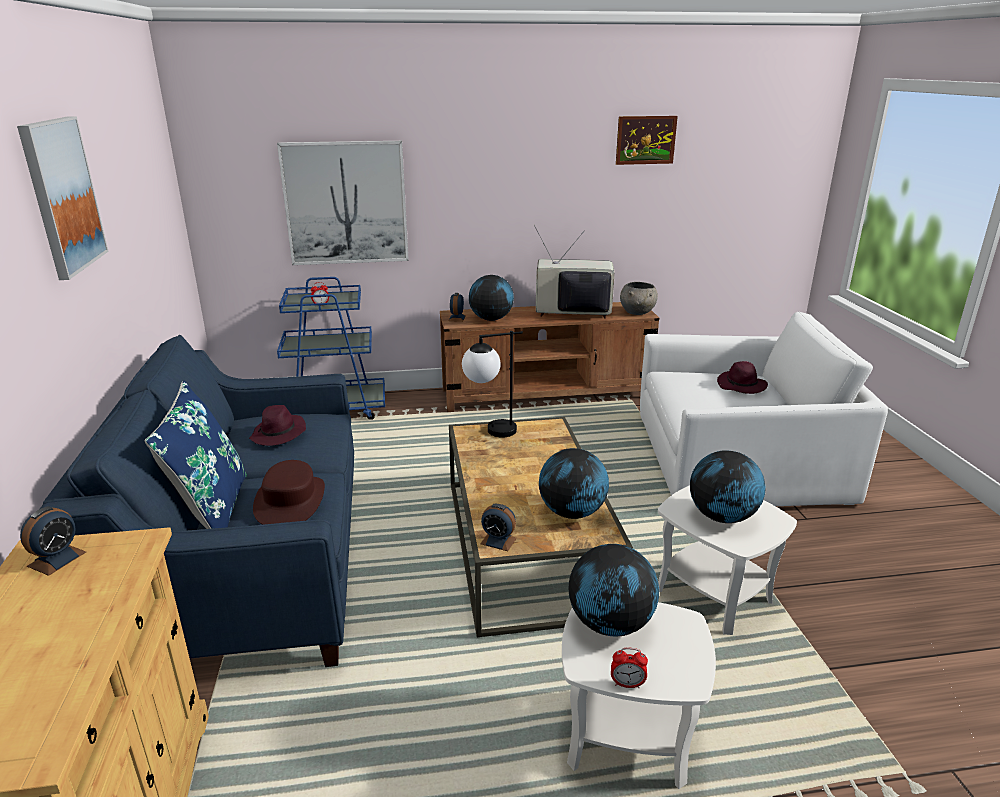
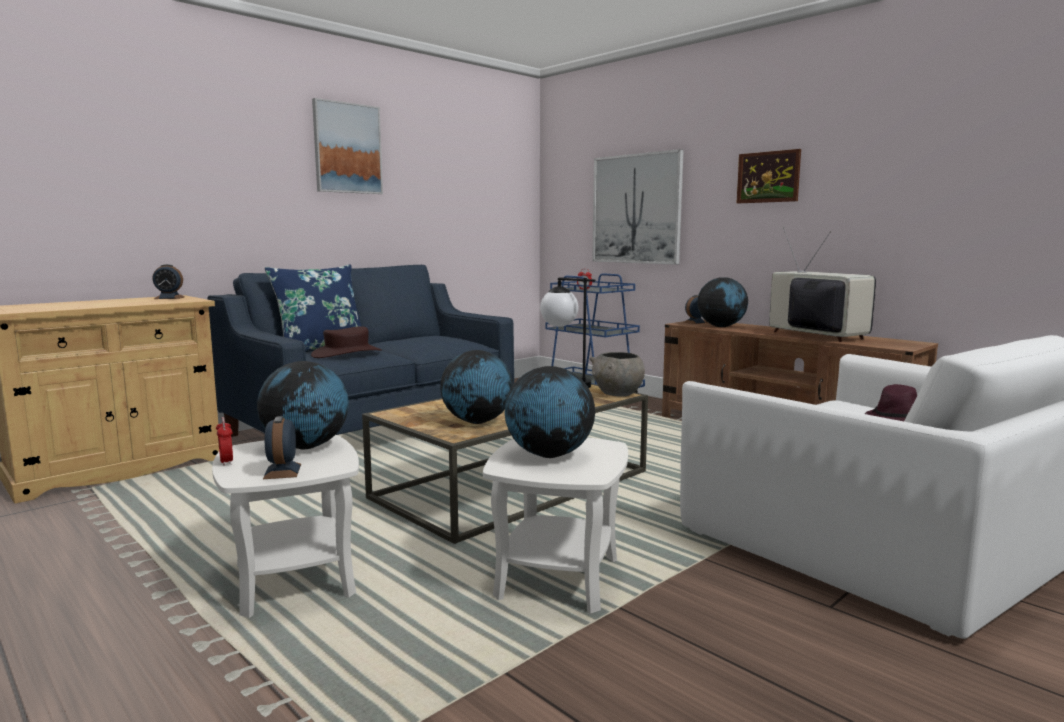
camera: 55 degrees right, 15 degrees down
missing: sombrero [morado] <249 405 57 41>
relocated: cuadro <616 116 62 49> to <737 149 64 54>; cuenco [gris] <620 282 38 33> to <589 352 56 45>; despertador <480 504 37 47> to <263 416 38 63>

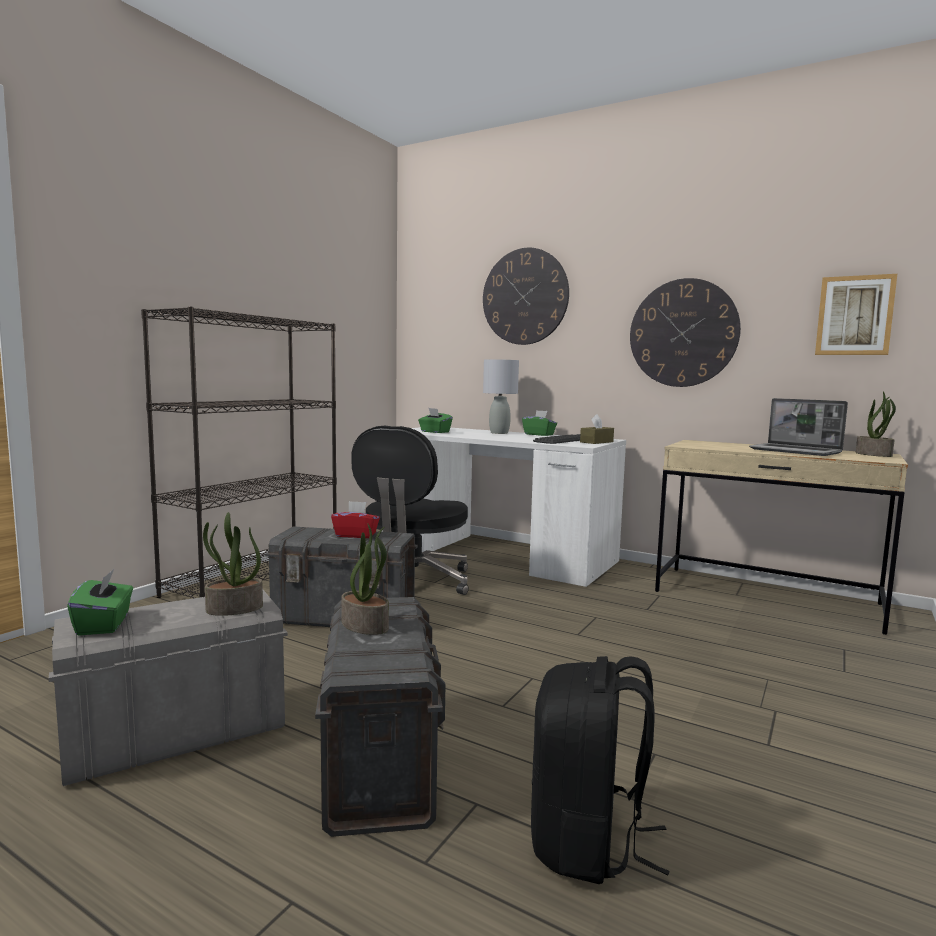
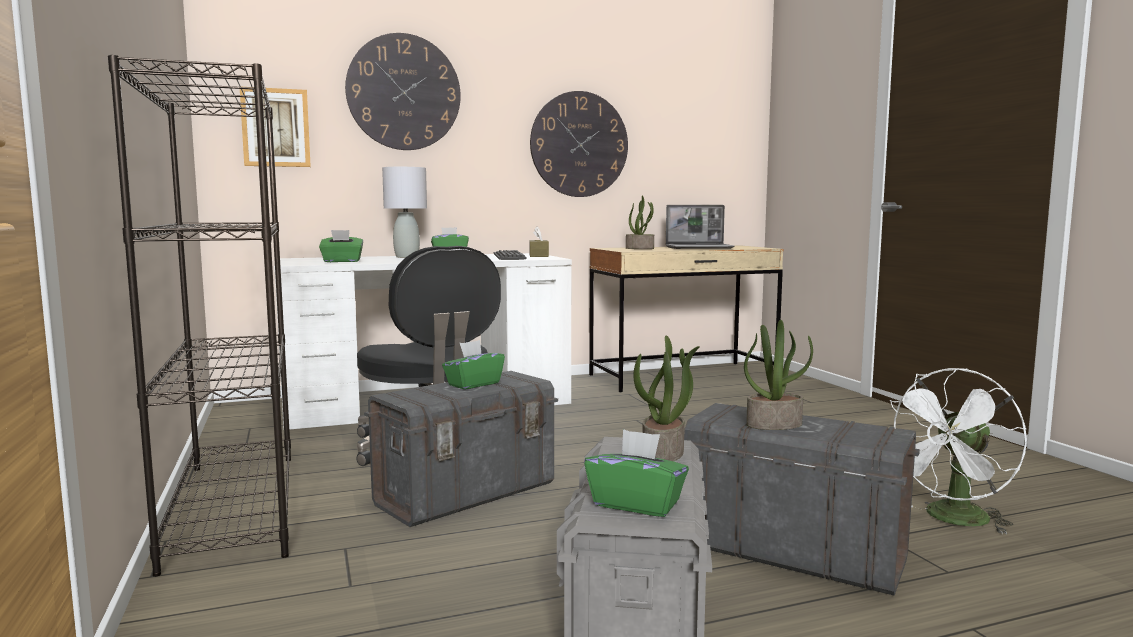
camera: 50 degrees left, 0 degrees up
relocated: cuadro <815 274 82 81> to <239 86 72 81>; planta en maceta <856 391 40 66> to <626 196 28 53>
exchanged: mochila [negro] <531 656 138 228> to ventilador [blanco] <890 368 137 167>
colour: caja de pañuelos [rojo] <331 501 49 37> to caja de pañuelos [verde] <442 340 63 49>

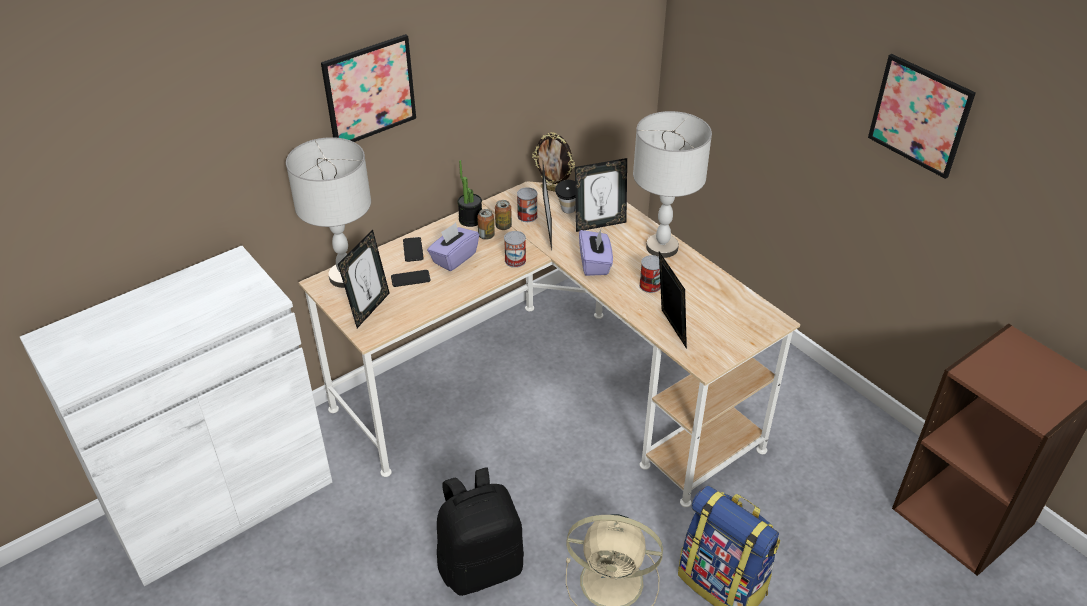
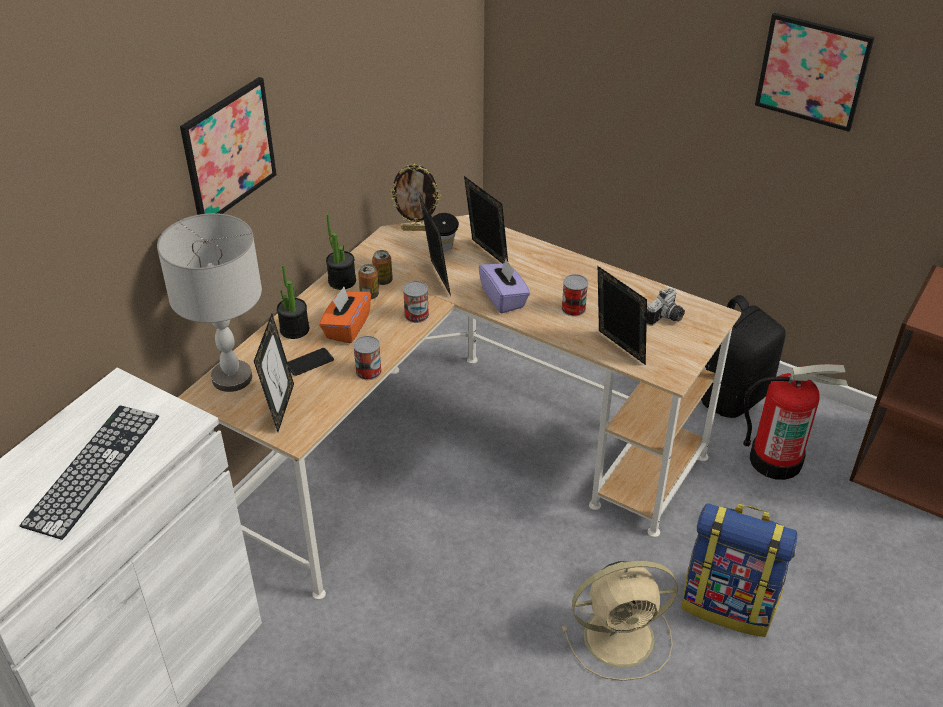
camera: 20 degrees left, 0 degrees up
missing: lámpara de mesa [gris] <633 111 79 147>
appeared: cámara <647 288 38 38>; extintor <743 364 105 116>; teclado <20 405 139 135>
relocated: lata <517 187 21 35> to <353 336 29 44>; mochila [negro] <437 468 87 128> to <701 295 85 123>
exchanged: móvil <403 237 21 25> to planta en maceta <277 265 32 74>
colour: caja de pañuelos [morado] <427 223 52 48> to caja de pañuelos [naranja] <319 287 52 56>
spun: portarretratos <575 158 52 74> = <464 176 44 87> 90 degrees counterclockwise

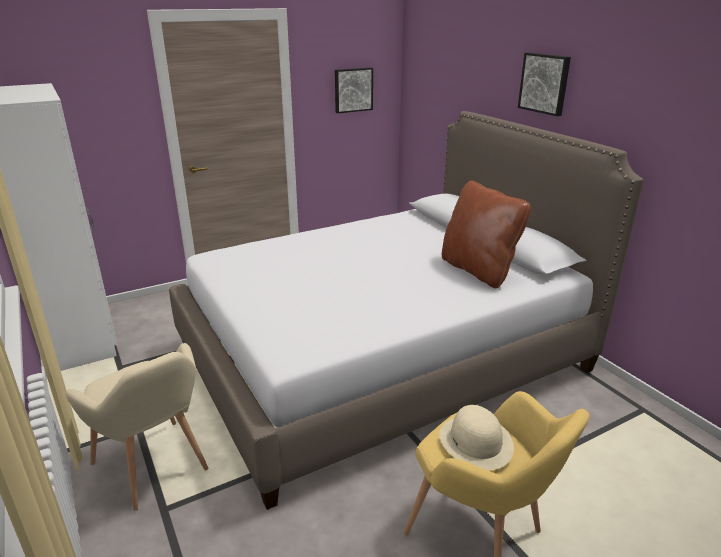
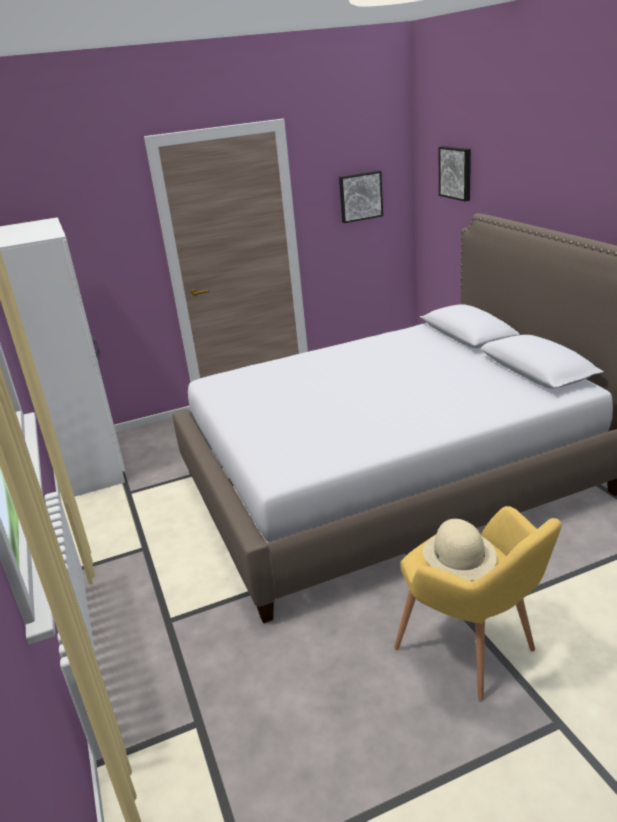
camera: 10 degrees right, 0 degrees up
missing: cojín [marrón] <442 180 89 108>; sillón [beis] <65 343 143 167>
relocated: cuadro <518 53 53 63> to <439 146 32 55>

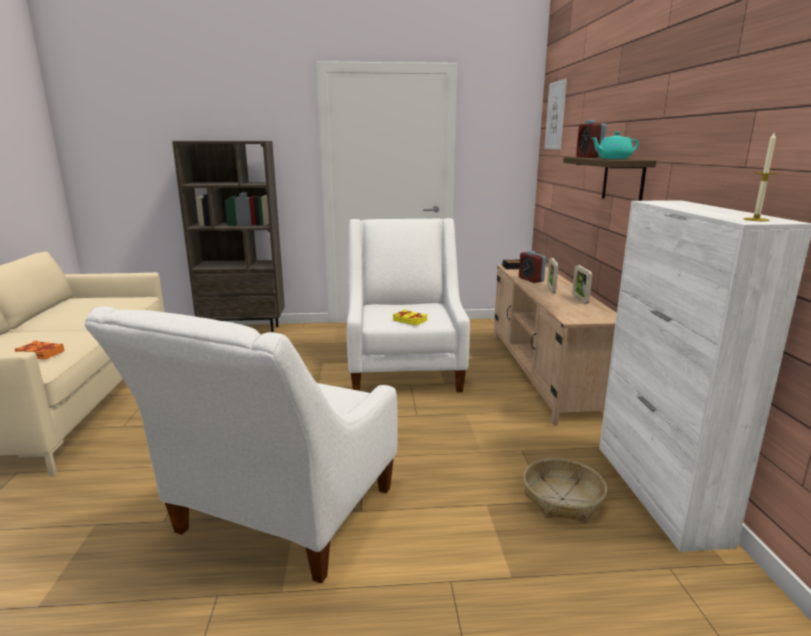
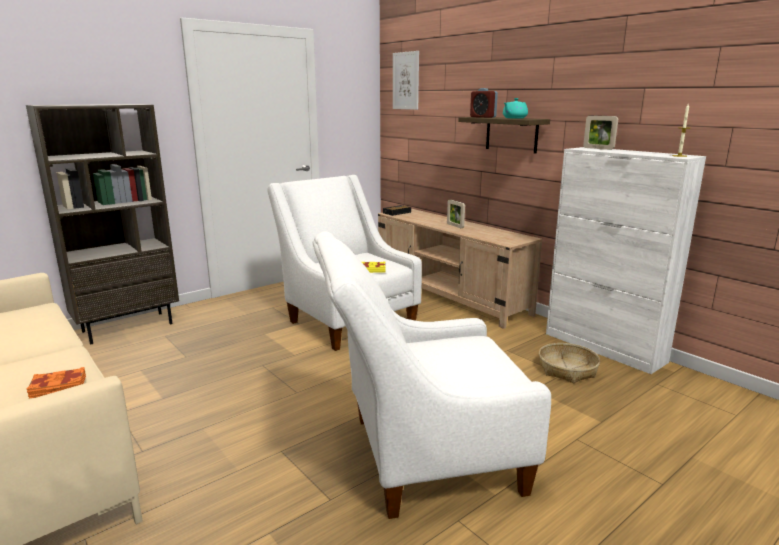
camera: 35 degrees left, 0 degrees up
missing: despertador <519 251 27 32>
relocated: portarretratos <572 265 20 39> to <583 115 35 35>
spun: sillón [blanco] <84 306 314 277> = <313 231 238 288> 90 degrees clockwise

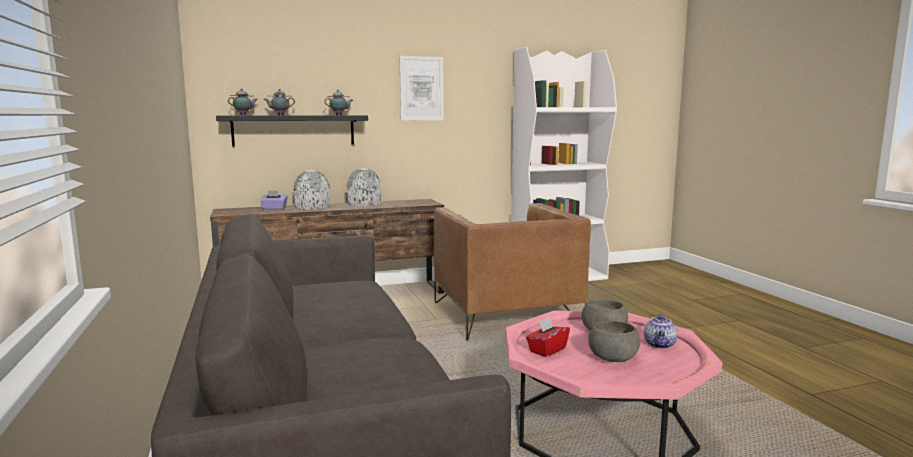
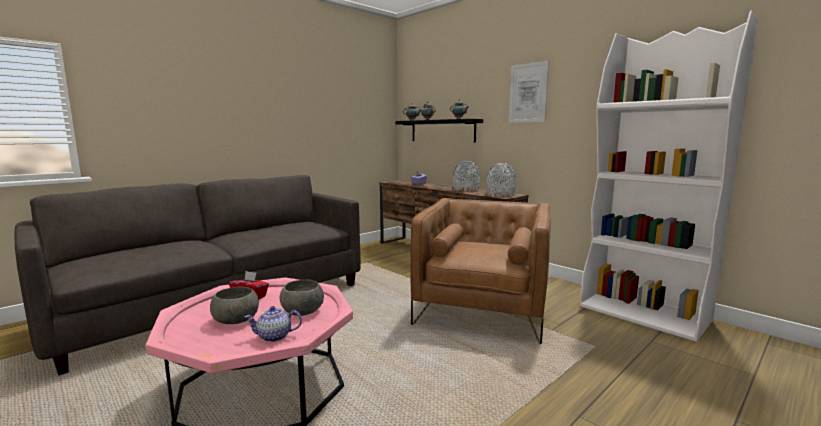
camera: 65 degrees right, 0 degrees up
relocated: florero [gris] <293 170 37 40> to <486 163 30 34>
spun: sillón [marrón] <434 203 157 138> = <410 198 141 146> 150 degrees clockwise

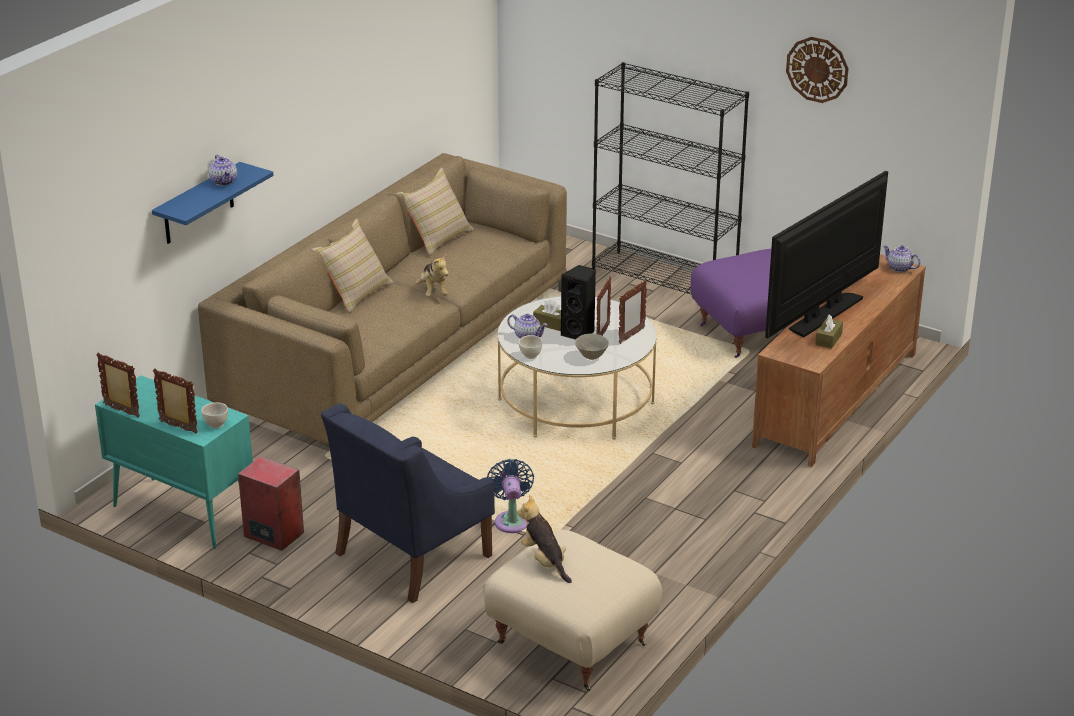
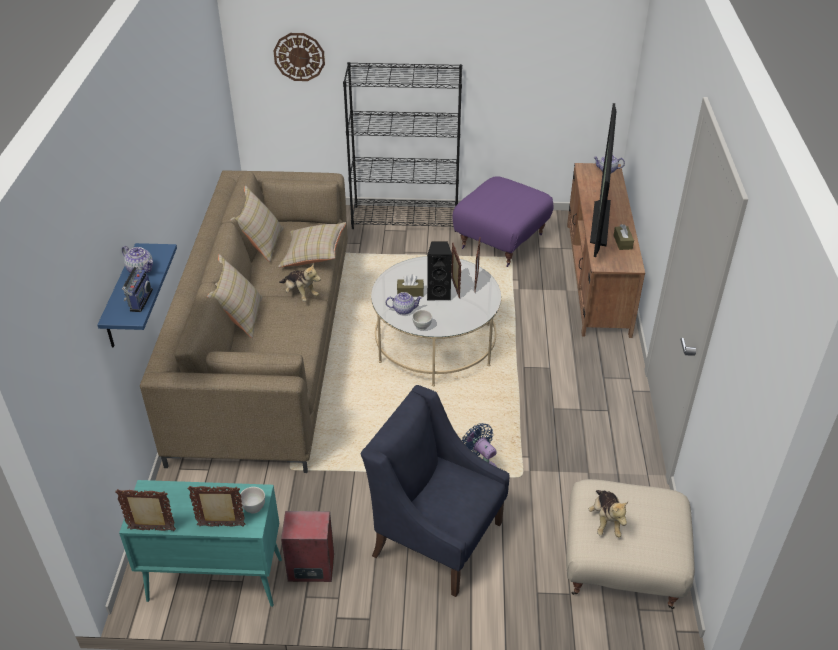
camera: 30 degrees left, 10 degrees up
missing: cuenco [gris] <575 334 34 26>
appeared: cojín [beis] <278 222 68 46>; radio <122 254 31 58>
relocated: reloj de pared <786 37 63 66> to <273 33 52 48>
spun: sillón [azul] <321 403 174 200> = <361 385 149 212> 105 degrees clockwise; peluche <517 495 55 88> = <589 490 39 47> 120 degrees counterclockwise

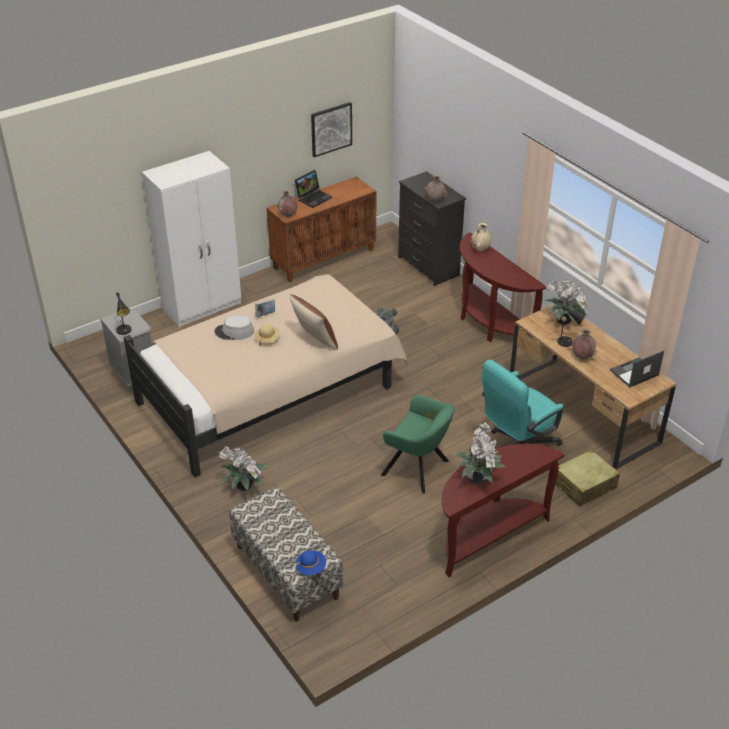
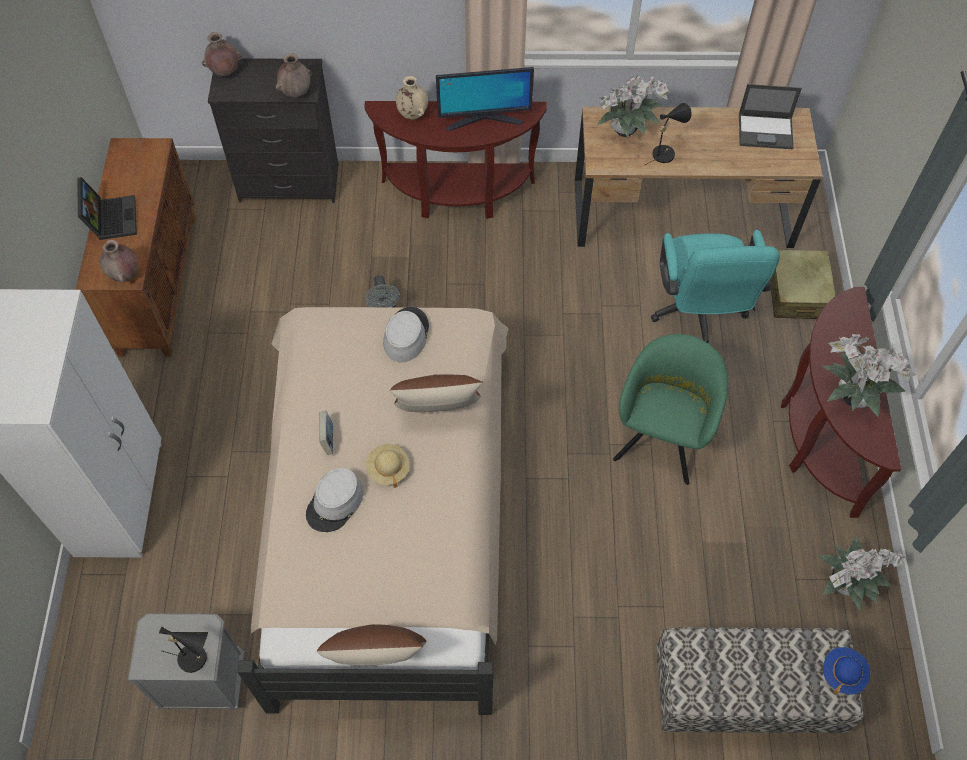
camera: 55 degrees left, 20 degrees up
missing: cuadro <311 102 41 55>
appeared: monitor <436 67 98 64>; sombrero [gris] <383 307 46 55>; cojín [marrón] <317 624 110 42>
relocated: florero [marrón] <571 328 26 32> to <202 32 40 44>; planta en maceta <218 446 51 45> to <817 536 88 74>
spun: portátil <610 351 54 36> = <739 84 63 65> 90 degrees counterclockwise; sillón [verde] <381 395 74 99> = <613 334 115 151> 45 degrees counterclockwise

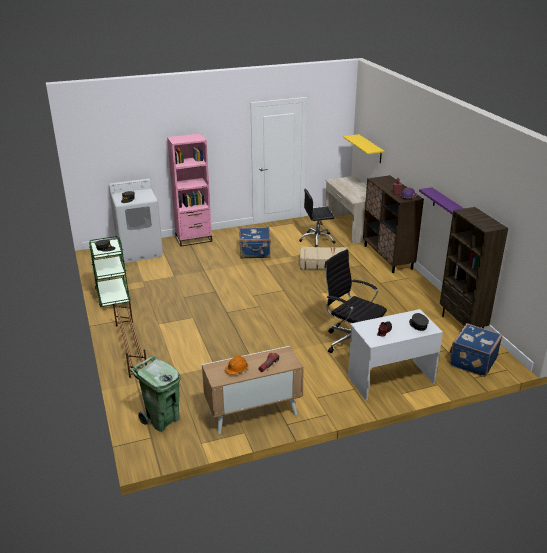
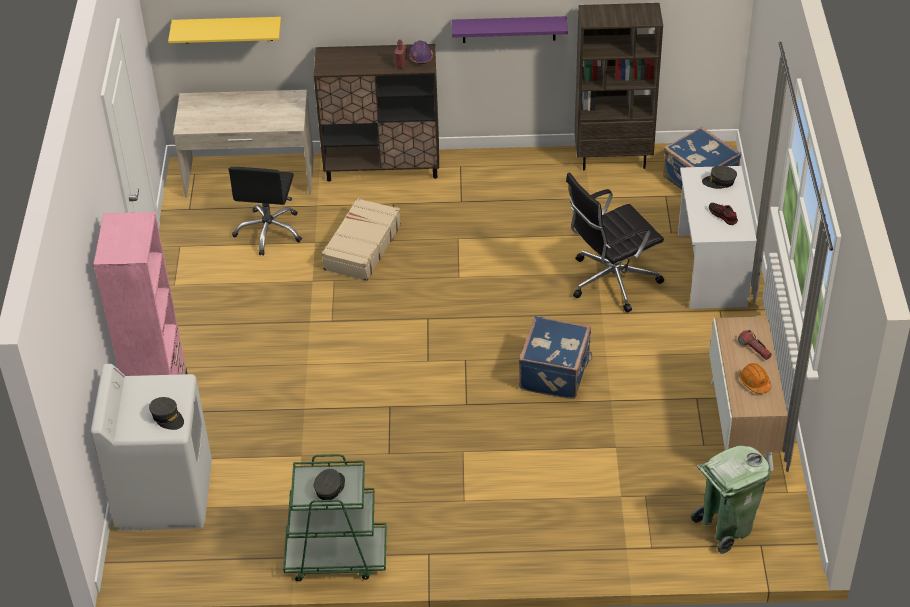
camera: 70 degrees left, 15 degrees up
missing: zapatero [marrón] <113 301 34 77>
relocated: maleta [azul] <239 227 32 32> to <519 316 74 83>

